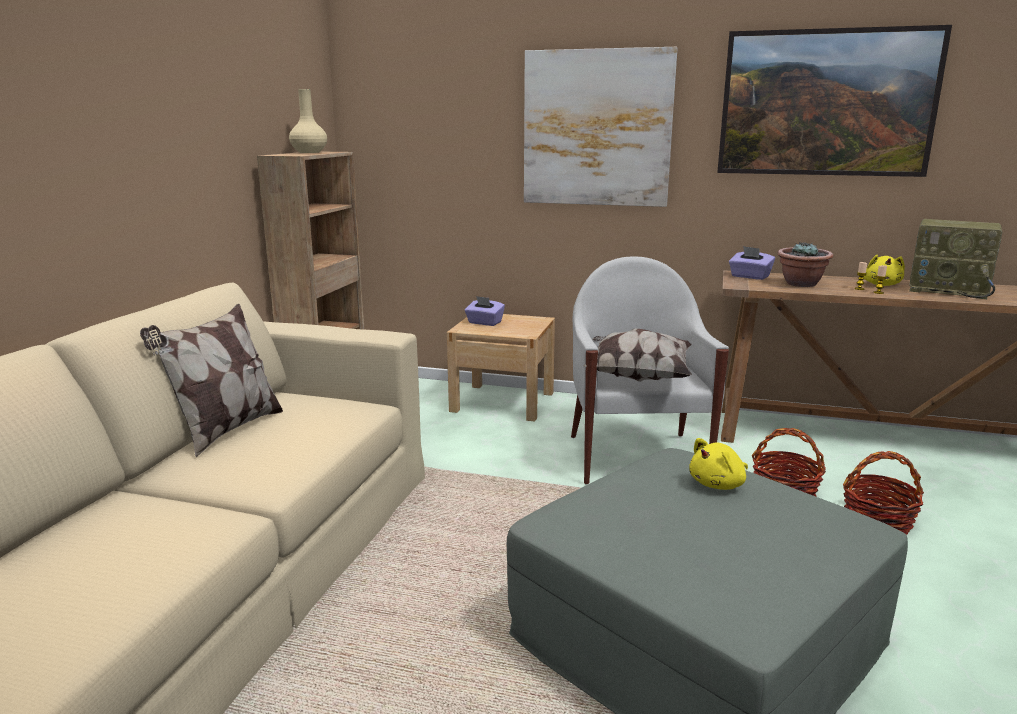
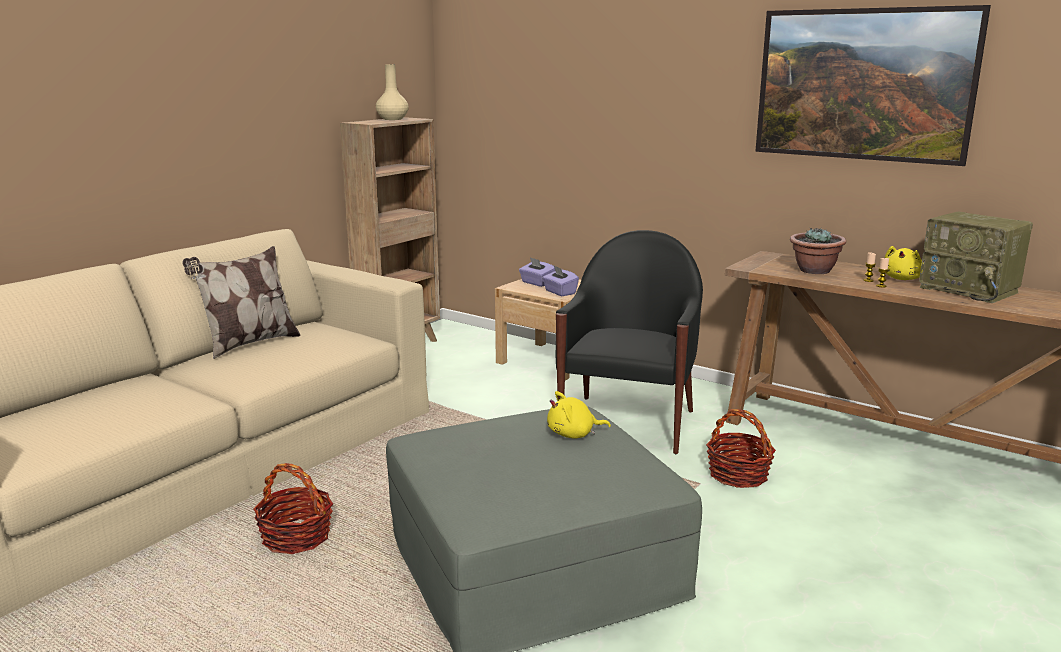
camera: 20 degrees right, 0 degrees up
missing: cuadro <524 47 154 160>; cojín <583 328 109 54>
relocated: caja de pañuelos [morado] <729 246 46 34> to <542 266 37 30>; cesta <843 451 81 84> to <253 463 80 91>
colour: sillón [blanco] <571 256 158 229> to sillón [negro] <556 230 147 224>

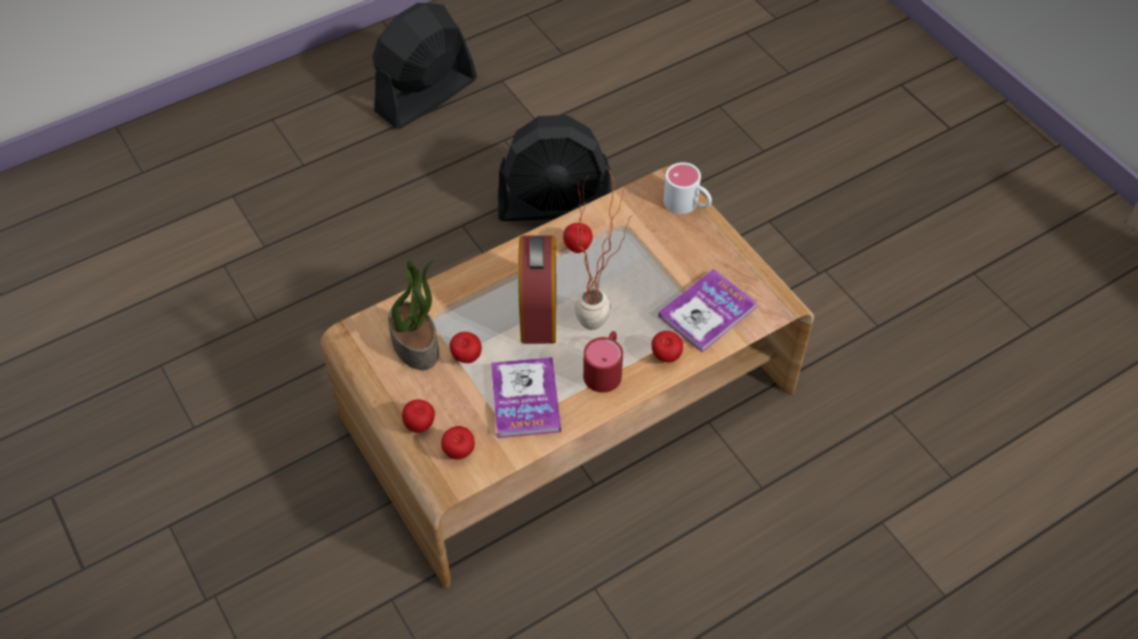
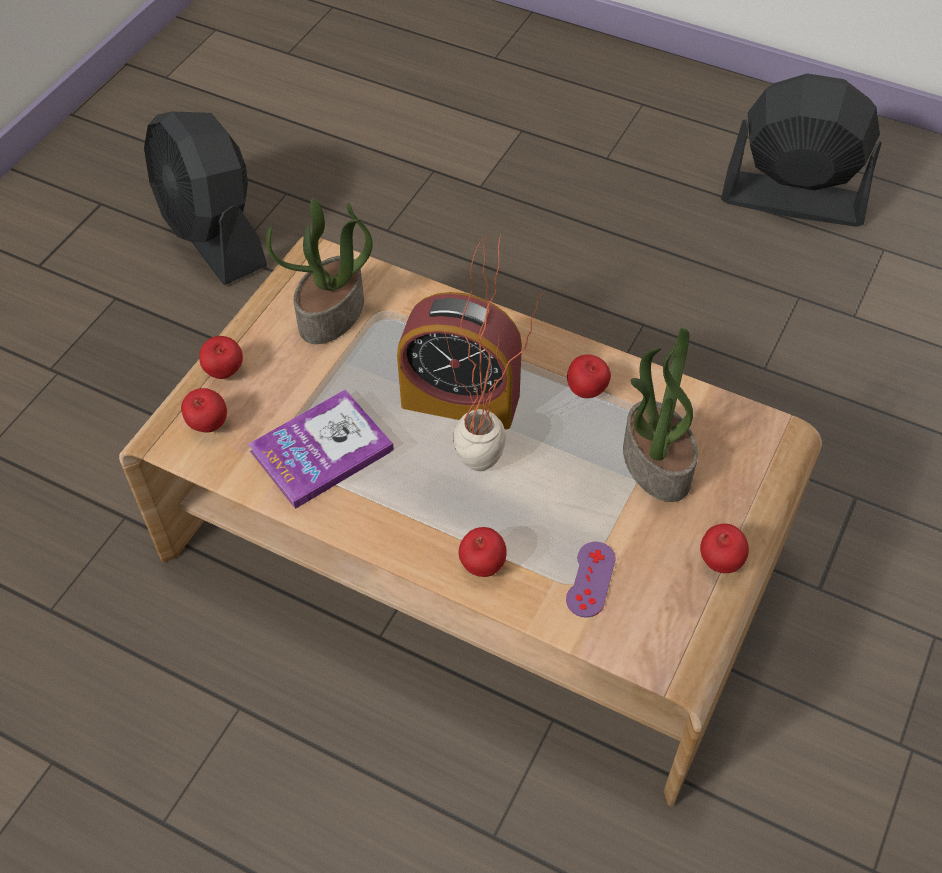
camera: 60 degrees right, 0 degrees up
missing: taza grande [blanco] <663 162 49 52>; taza grande [rojo] <583 331 40 62>
appeared: planta en maceta <623 328 75 174>
relocated: ventilador [negro] <498 115 113 106> to <144 111 123 174>; manzana <450 332 32 31> to <700 524 49 49>
exchanged: libro <658 269 99 84> to mando de consola [morado] <566 542 50 76>
spun: despertador <518 236 38 108> = <397 292 125 137> 135 degrees counterclockwise

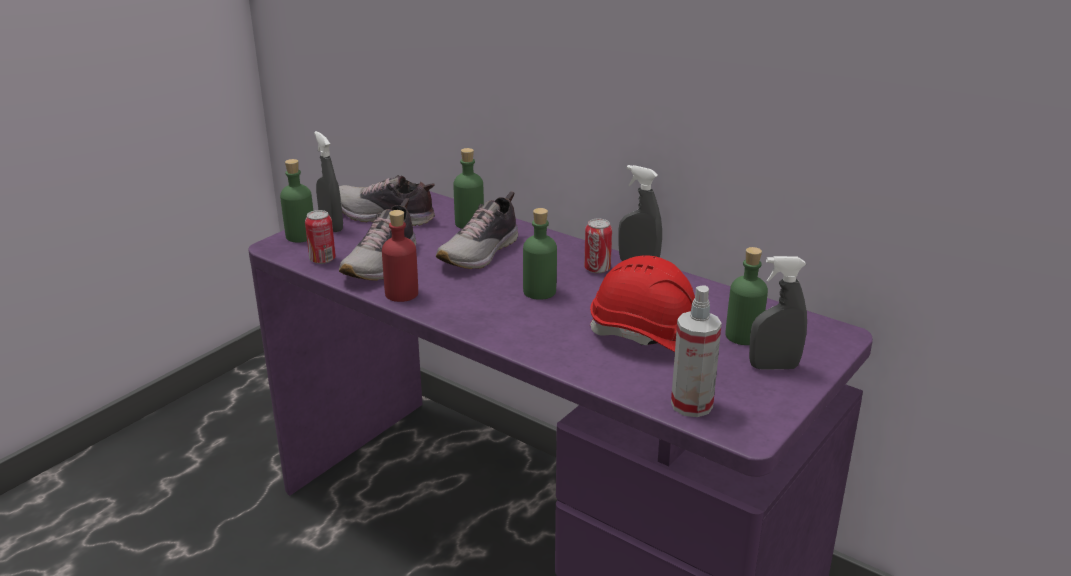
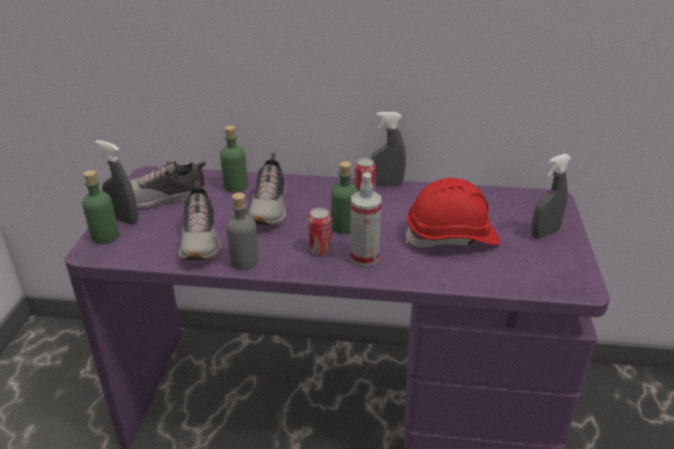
camera: 30 degrees left, 5 degrees up
missing: botella [verde] <725 247 43 98>
relocated: lata <305 210 31 54> to <308 208 24 47>; pulverizador <671 285 51 132> to <350 172 32 94>
colour: botella [rojo] <382 210 36 92> to botella [gris] <226 193 33 77>

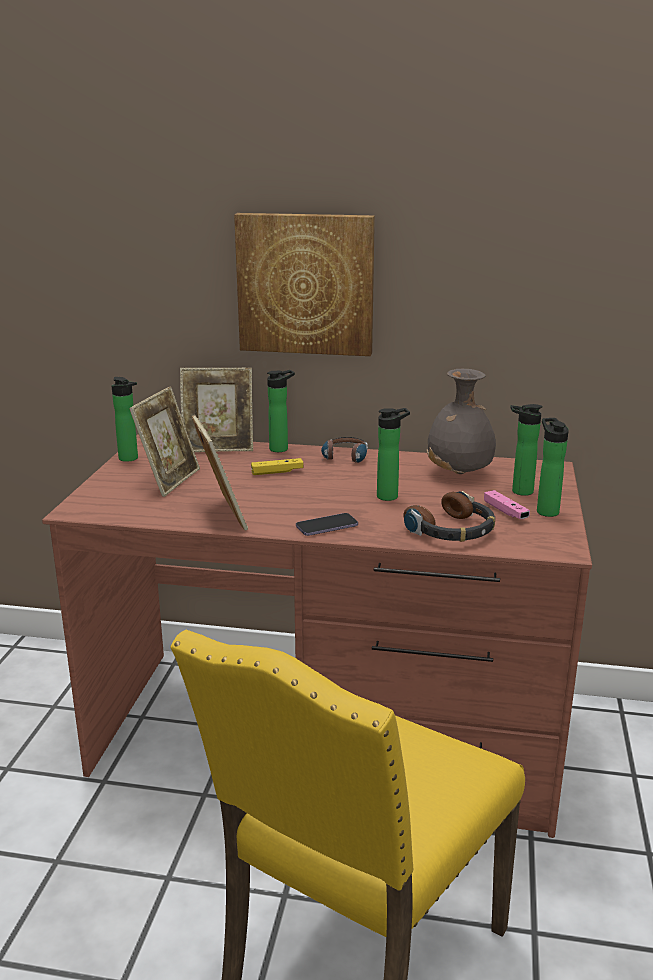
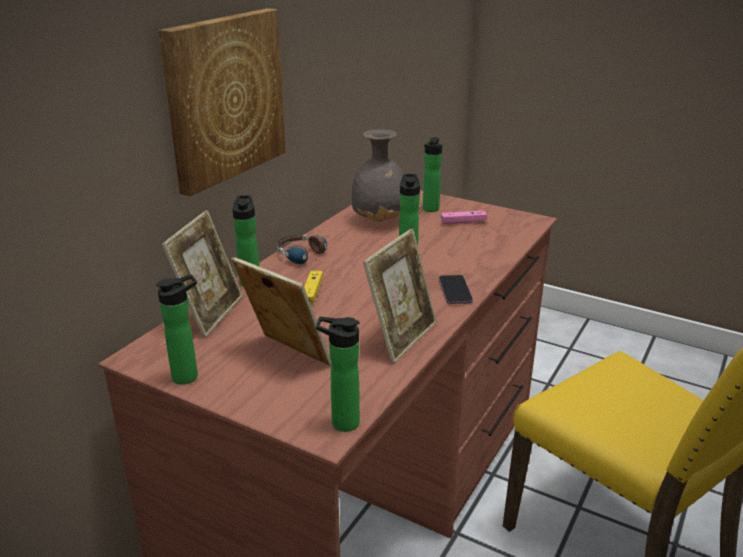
camera: 70 degrees left, 5 degrees up
missing: auriculares <403 491 92 51>
relocated: botella <537 418 32 99> to <316 317 44 115>
spun: portarretratos <192 415 56 116> = <363 229 74 135> 120 degrees clockwise

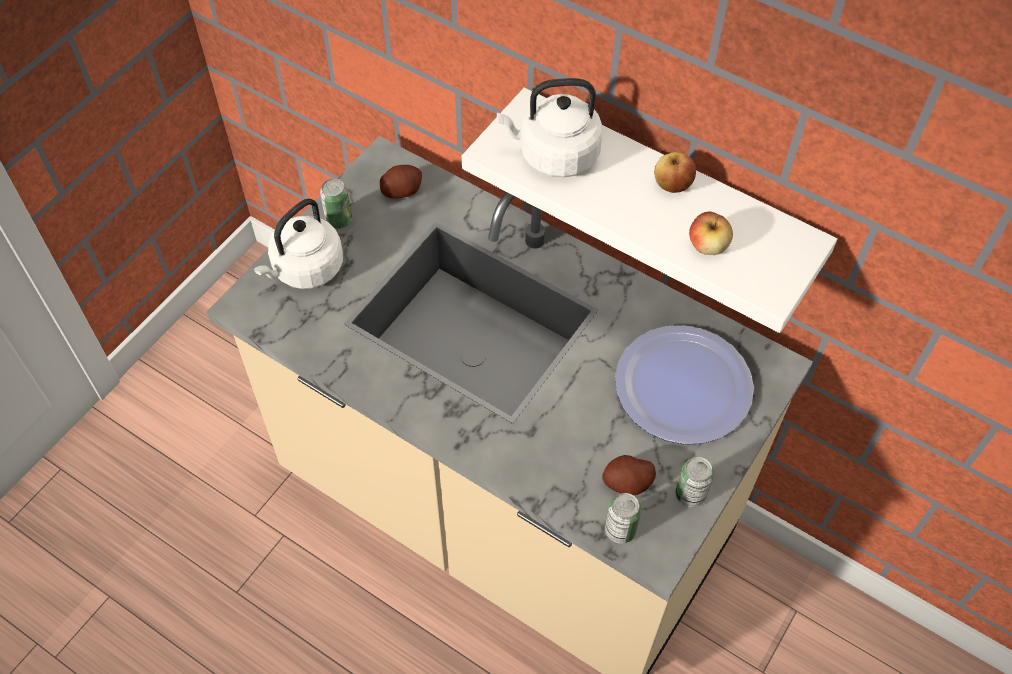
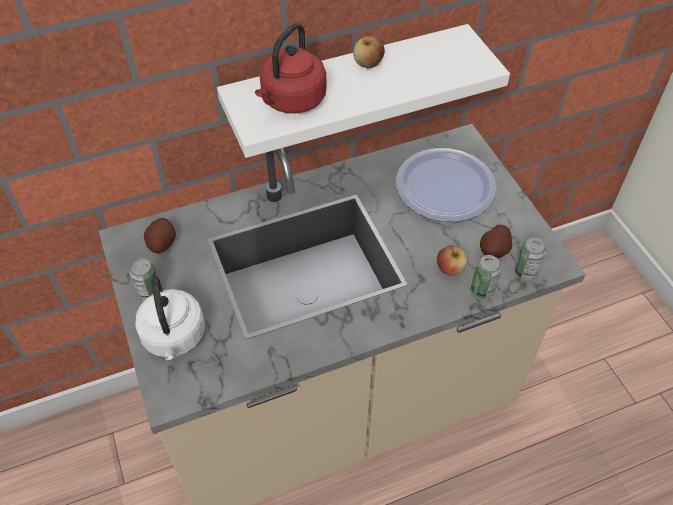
camera: 55 degrees left, 5 degrees down
relocated: manzana <689 212 44 43> to <437 246 31 30>; lata <675 457 39 51> to <471 255 30 44>
colour: hervidor [blanco] <497 78 106 100> to hervidor [rojo] <255 23 71 91>

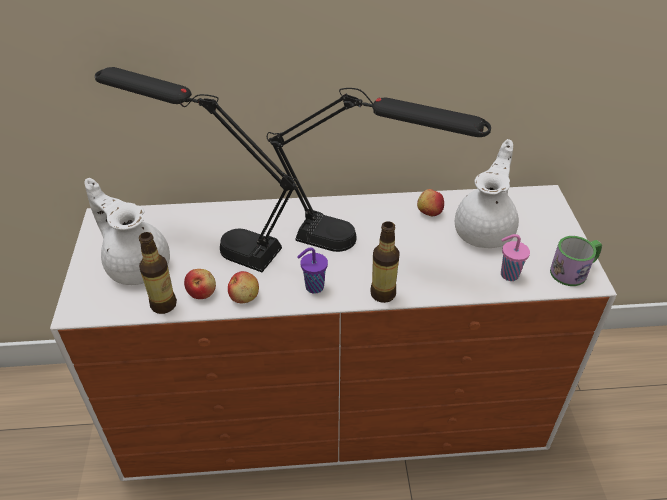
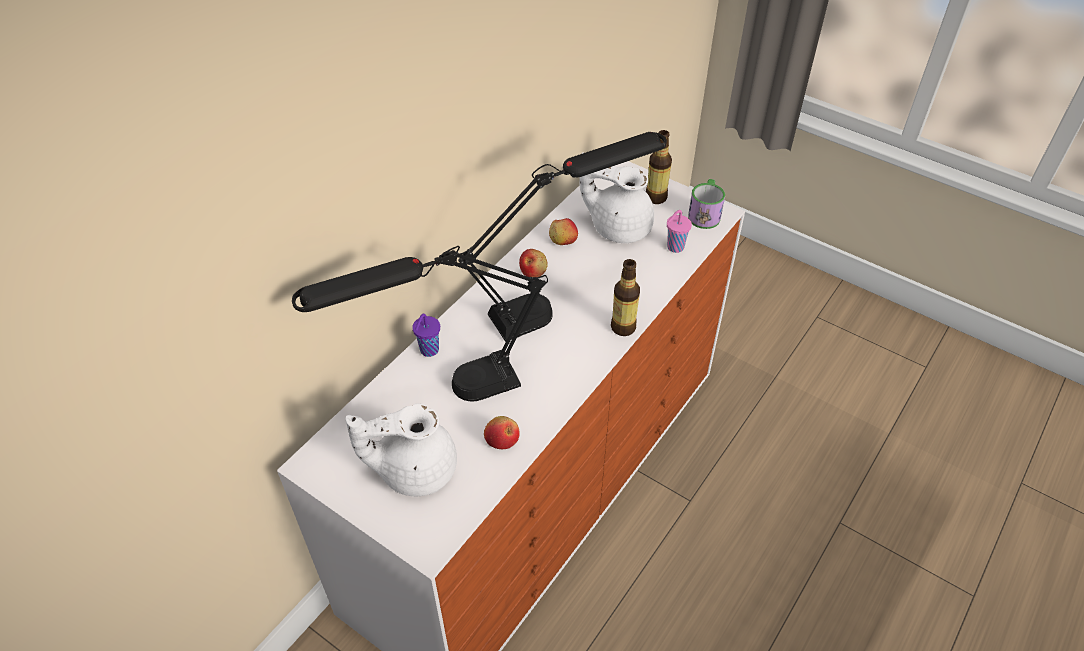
camera: 50 degrees left, 5 degrees up
relocated: botella <139 232 38 82> to <646 130 26 74>; taza [morado] <297 247 31 47> to <412 314 28 43>; manzana <228 271 31 32> to <519 249 29 28>
spun: tetera [blanco] <455 139 64 109> = <579 153 75 90> 45 degrees counterclockwise

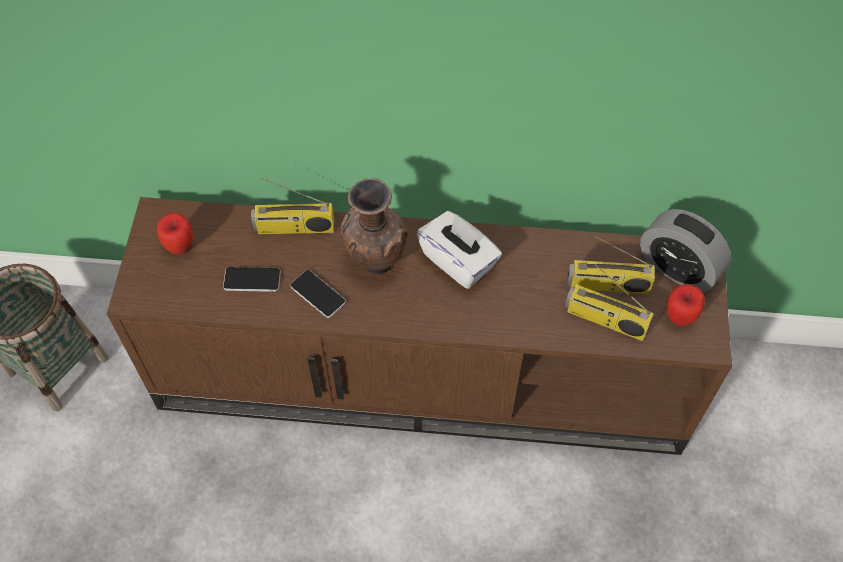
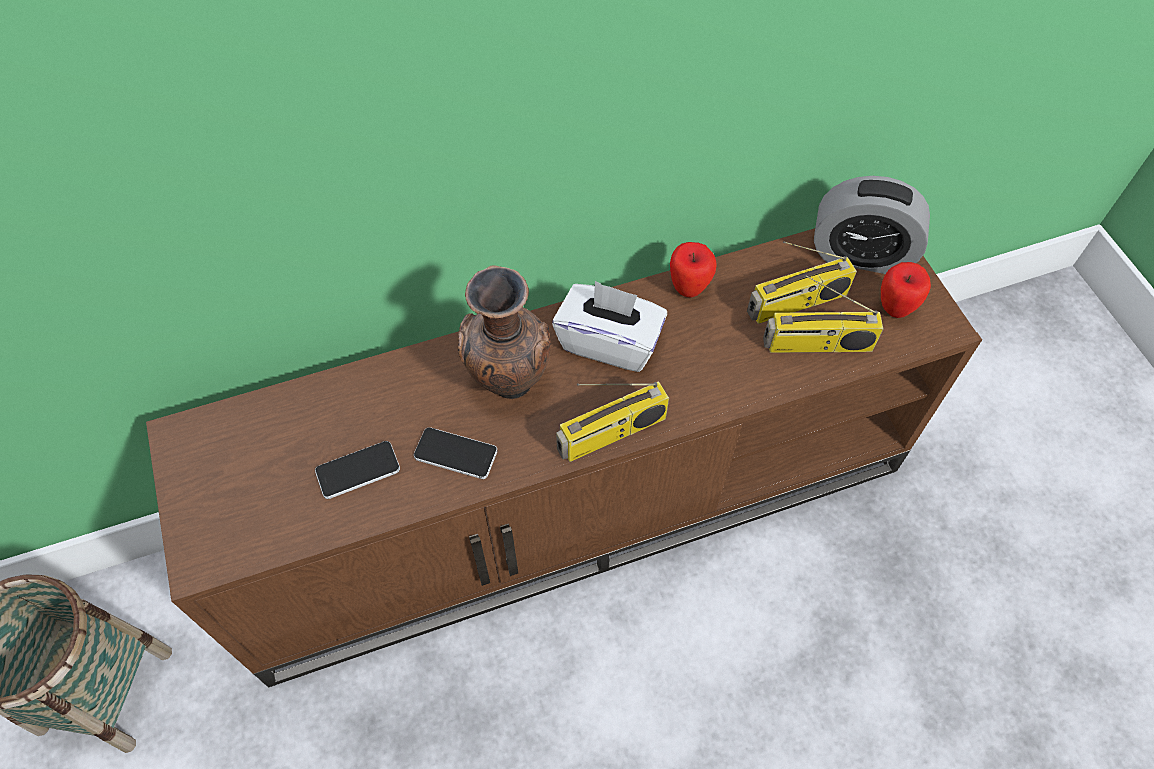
camera: 25 degrees left, 0 degrees up
relocated: radio <251 178 83 56> to <556 381 113 81>; manzana <157 213 36 41> to <670 242 47 56>

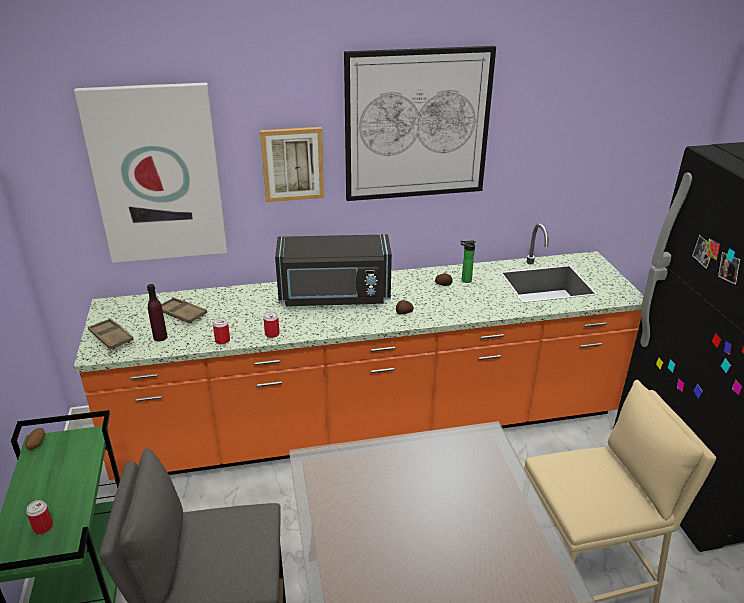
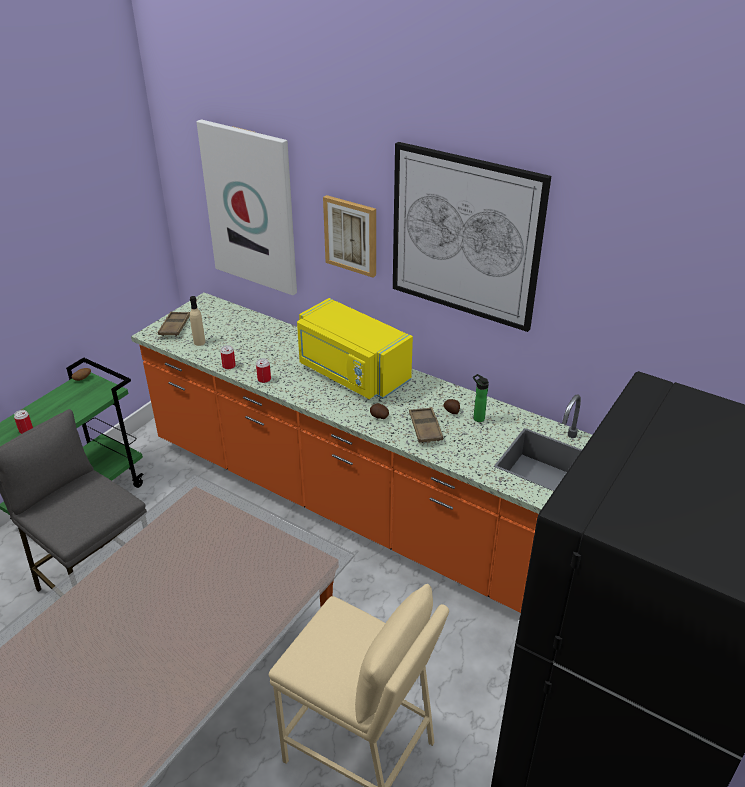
camera: 45 degrees right, 5 degrees up
relocated: bandeja [marrón] <161 297 46 26> to <409 407 34 36>
colour: microondas [negro] <275 234 117 72> to microondas [amarillo] <297 298 116 101>; botella [morado] <147 284 20 57> to botella [beis] <190 296 15 50>

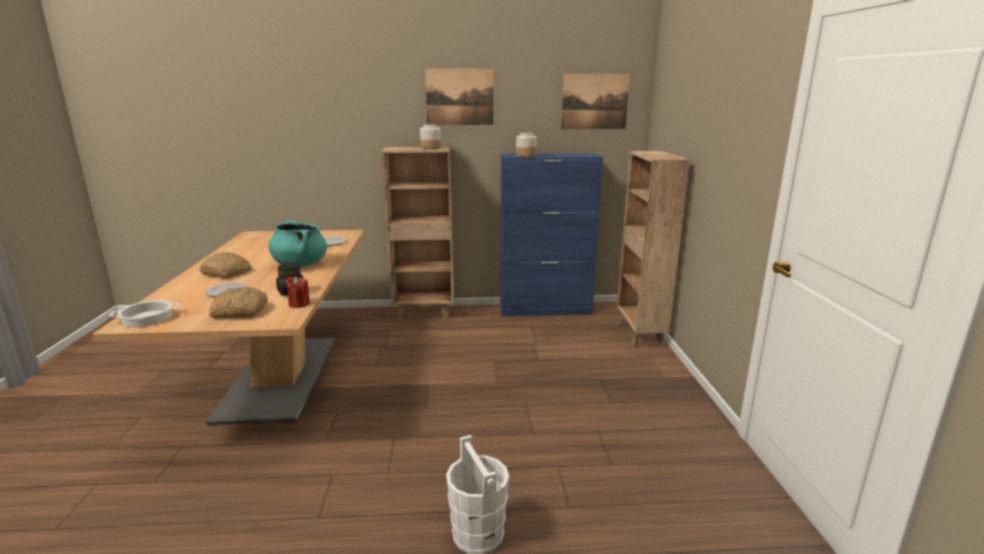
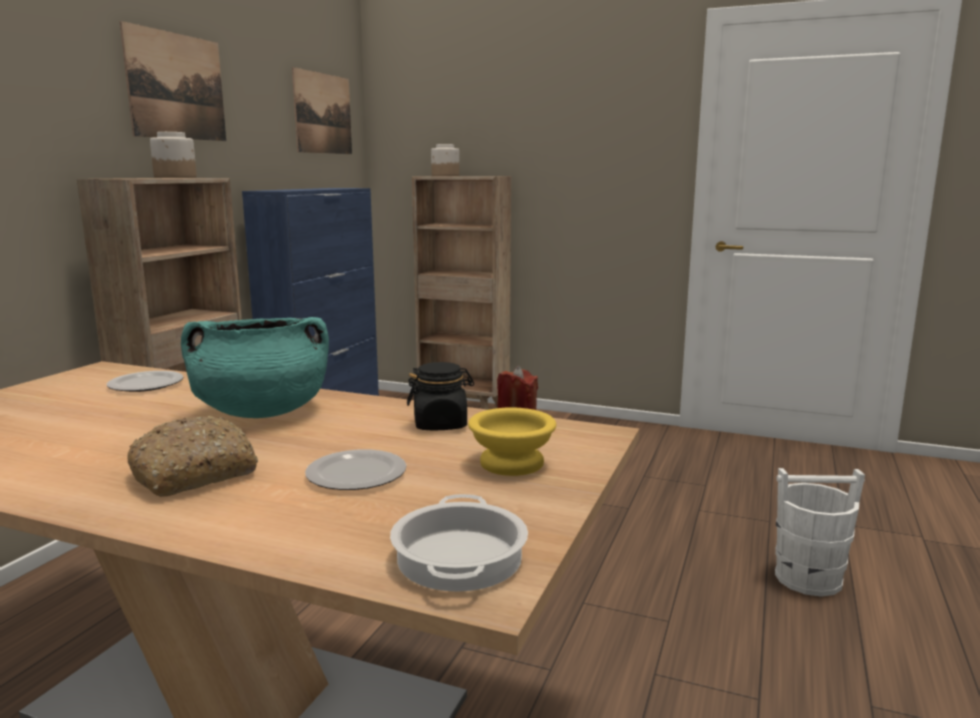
camera: 65 degrees left, 5 degrees down
relocated: tarro <516 133 21 24> to <431 144 28 32>
exchanged: pan <209 287 59 31> to cuenco [amarillo] <468 407 88 69>

